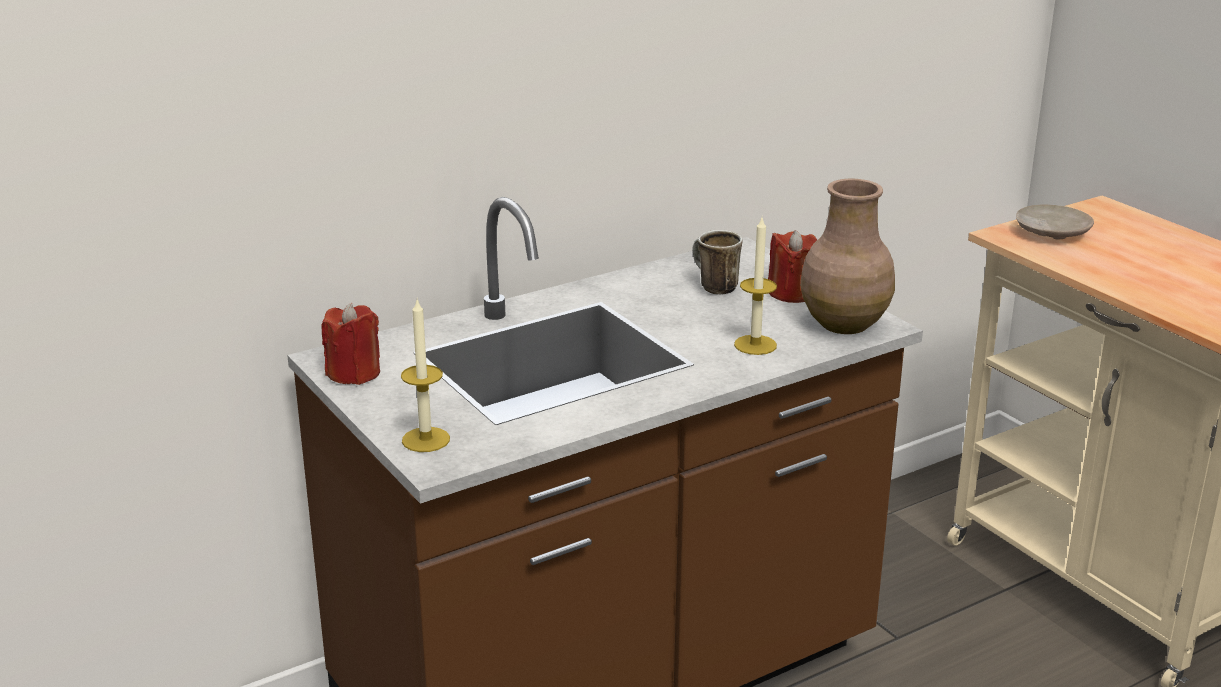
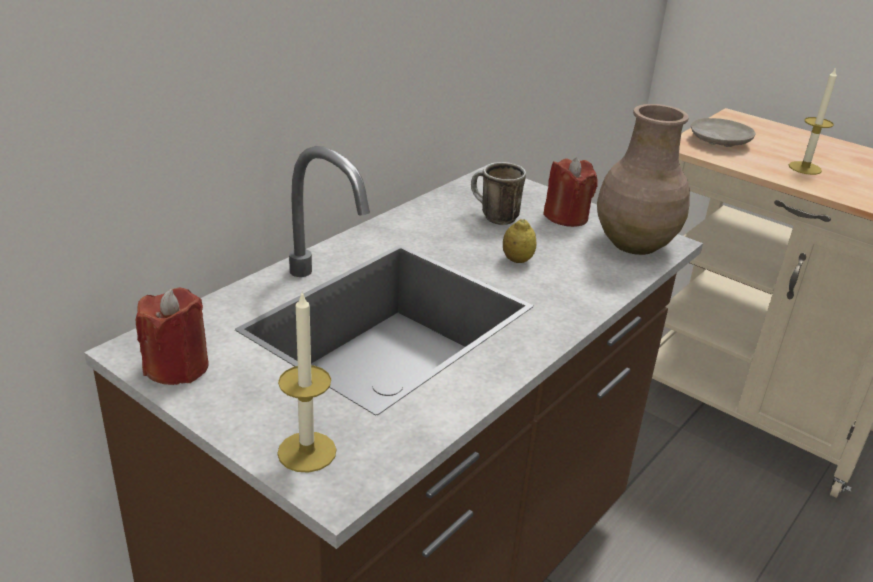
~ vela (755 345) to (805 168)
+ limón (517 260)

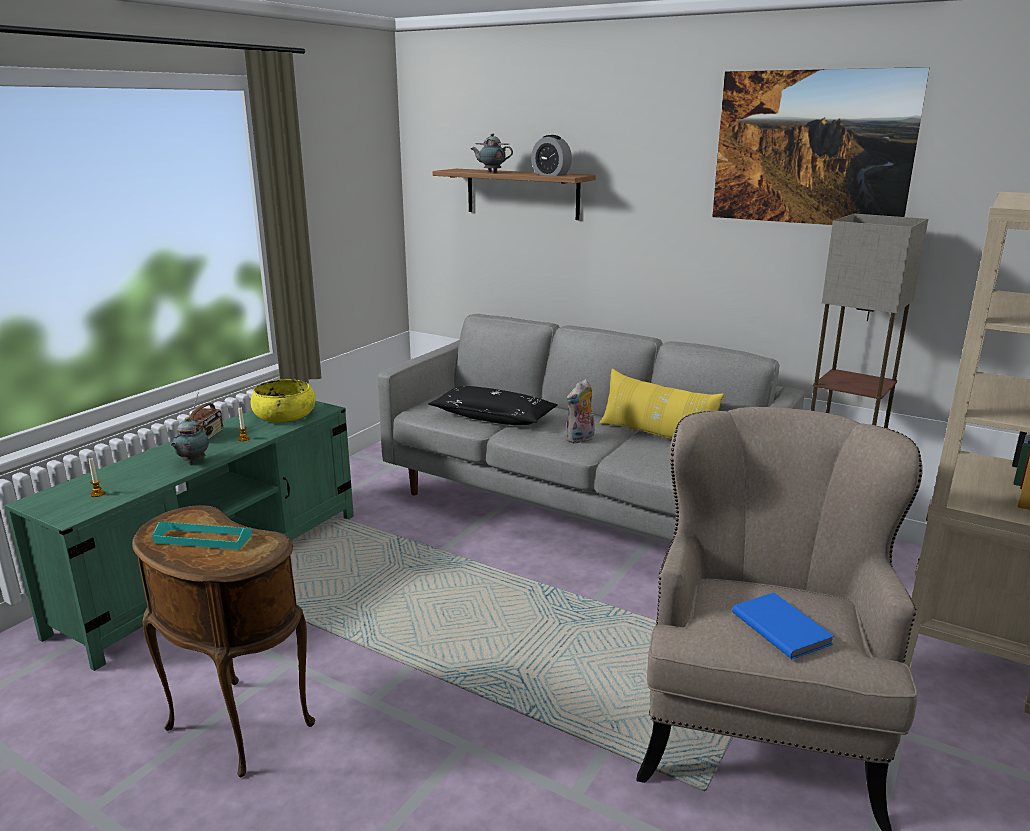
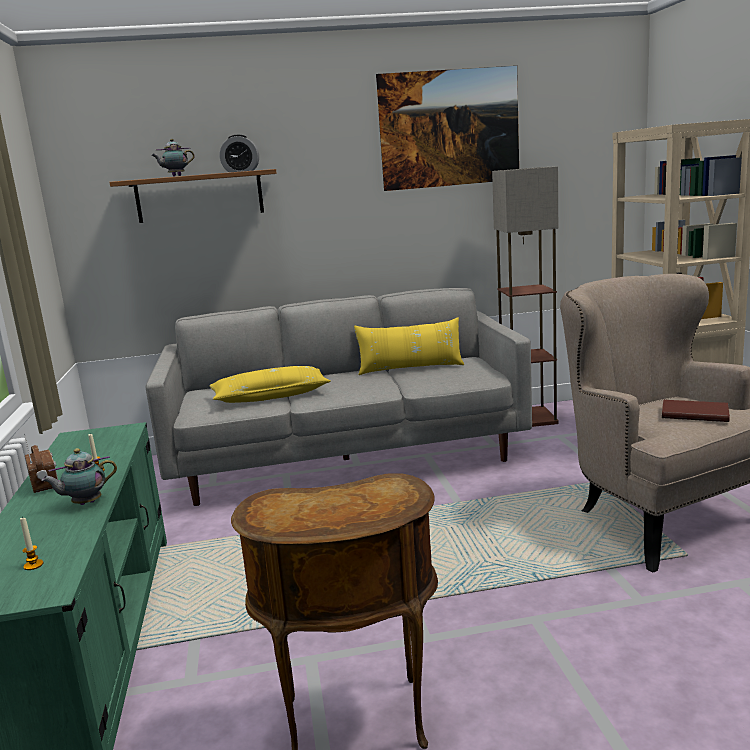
- bandeja [turquesa] (203 539)
~ tetera (192 462) = (85 503) 90 degrees clockwise
- cuenco [amarillo] (284 416)
~ cojín [negro] (493 417) to cojín [amarillo] (270 396)
- peluche (580 439)
~ libro [azul] (782 627) to libro [marrón] (693 413)

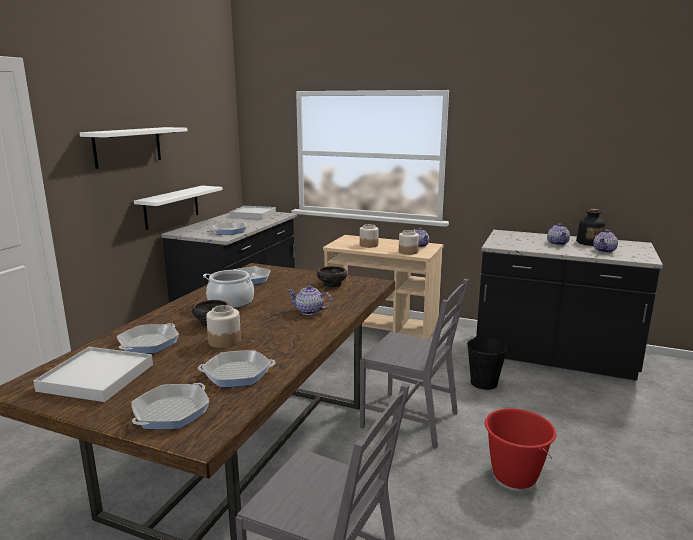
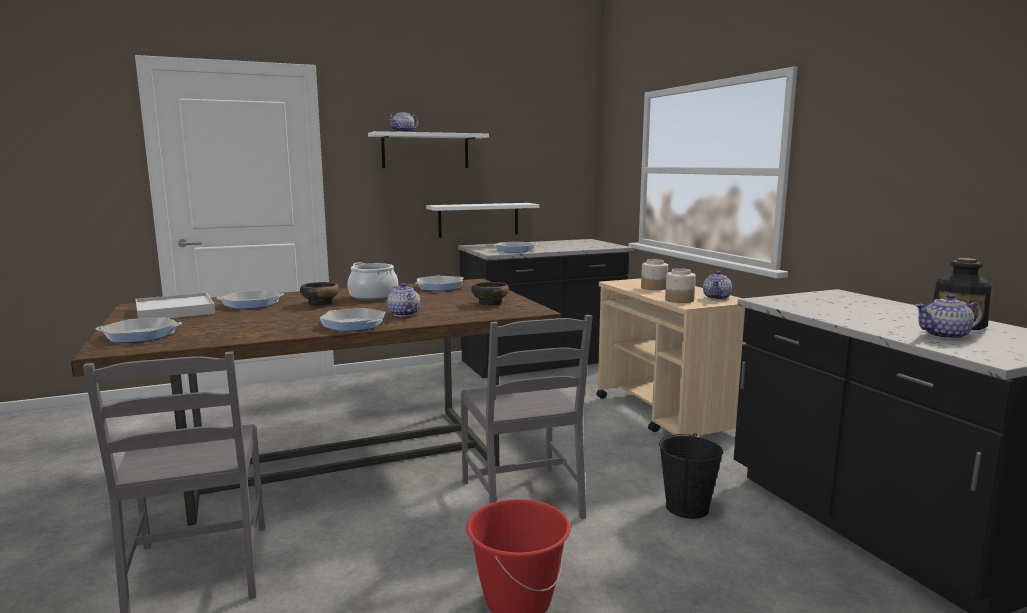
~ sartén (237 374) to (353 325)
- tarro (224 341)
- bandeja [blanco] (253 214)
~ tetera (557 243) to (403 132)

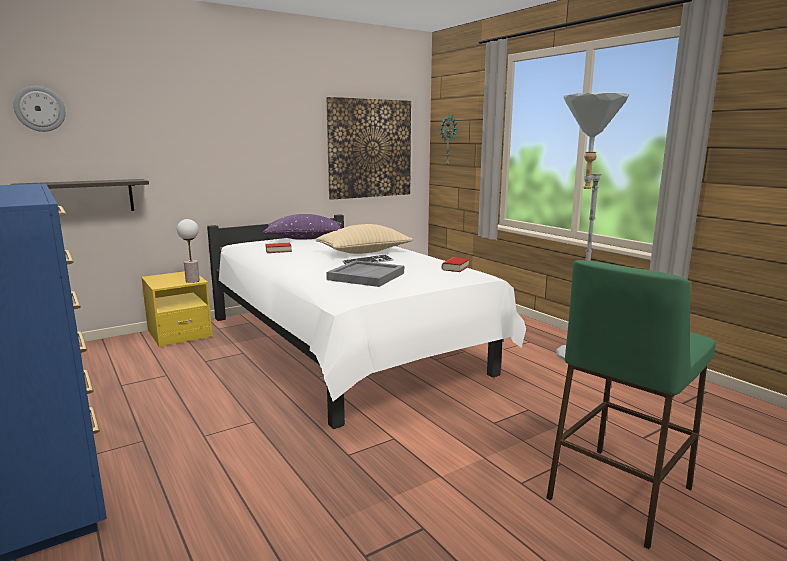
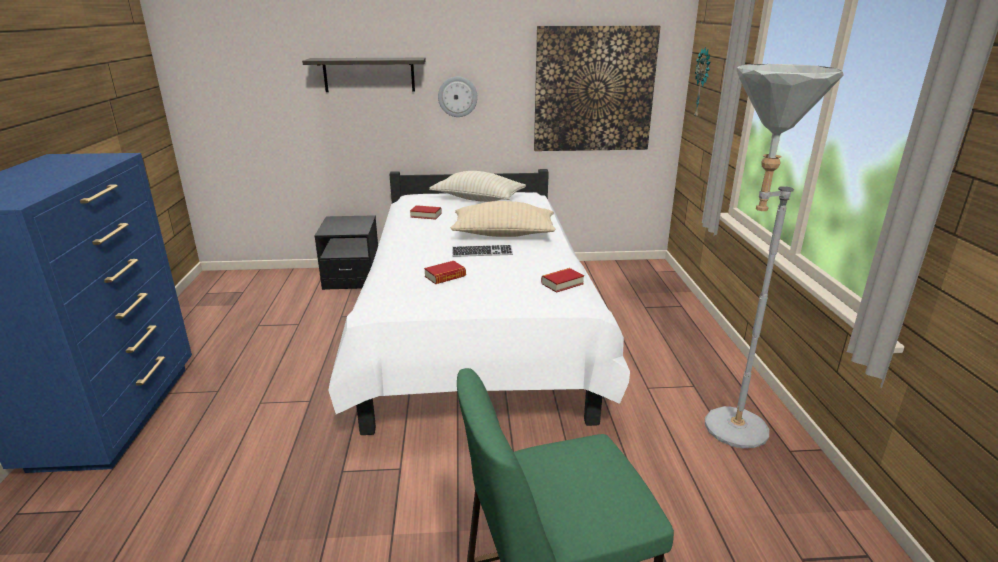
~ estante (83 197) to (369 74)
~ reloj de pared (40 109) to (457 96)
~ mesita de noche [amarillo] (179 334) to mesita de noche [negro] (352 278)
- lámpara de mesa (192 281)
~ cojín [morado] (304 238) to cojín [beis] (478 199)
~ bandeja [gris] (366 276) to libro (445 276)

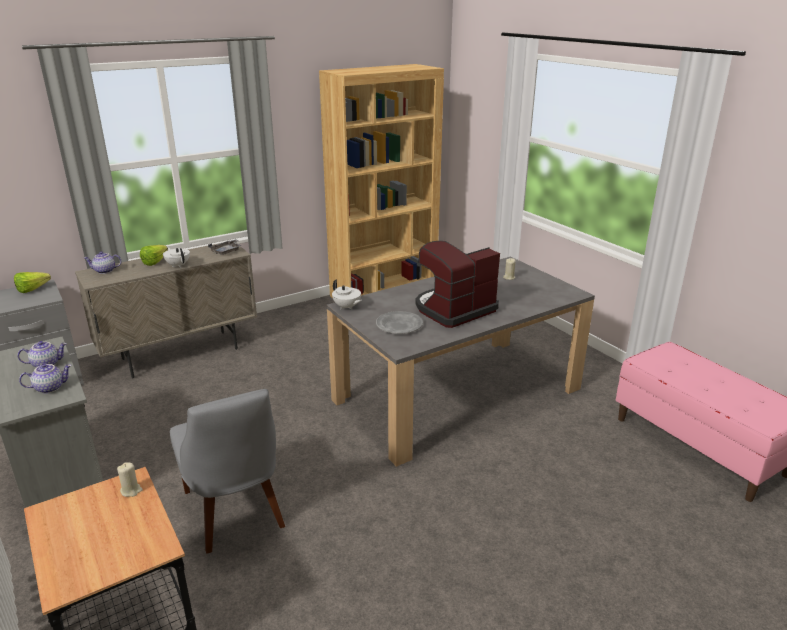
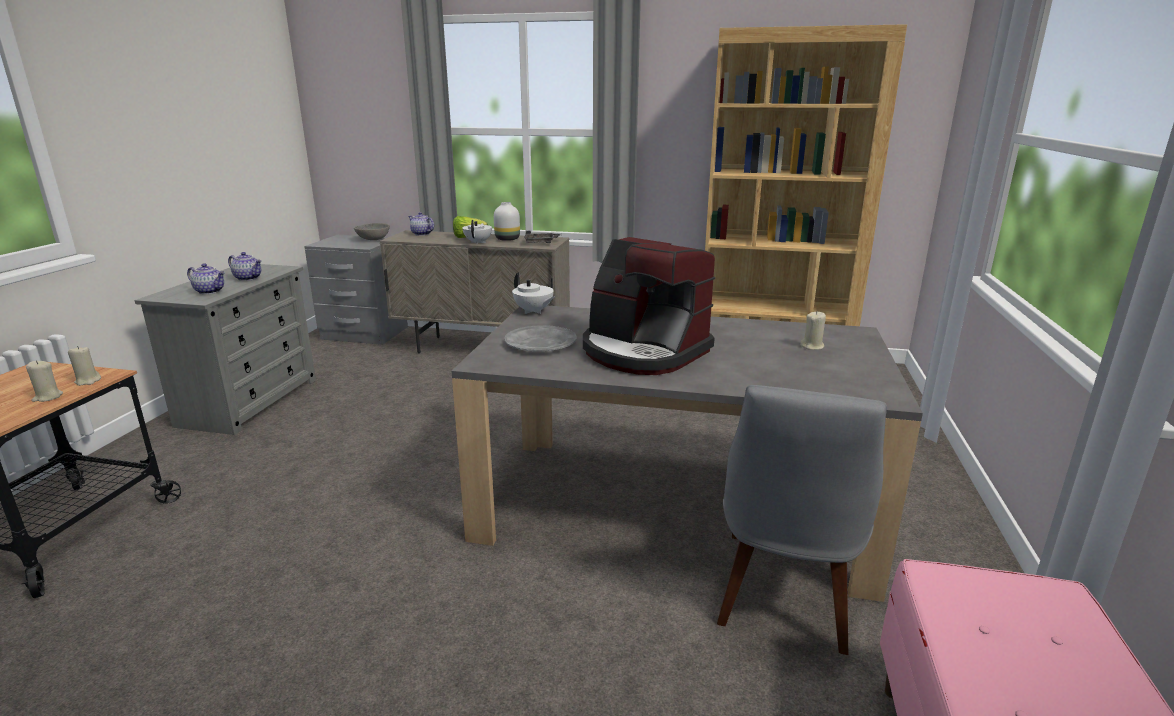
~ lechuga (35 289) to cuenco [gris] (373 239)
~ silla [gris] (235 512) to (783 594)
~ tetera [blanco] (347 307) = (533 311) 45 degrees counterclockwise
~ cafetera (454 309) = (643 352) 150 degrees counterclockwise
+ vela [beis] (47 397)
+ florero [blanco] (507 239)

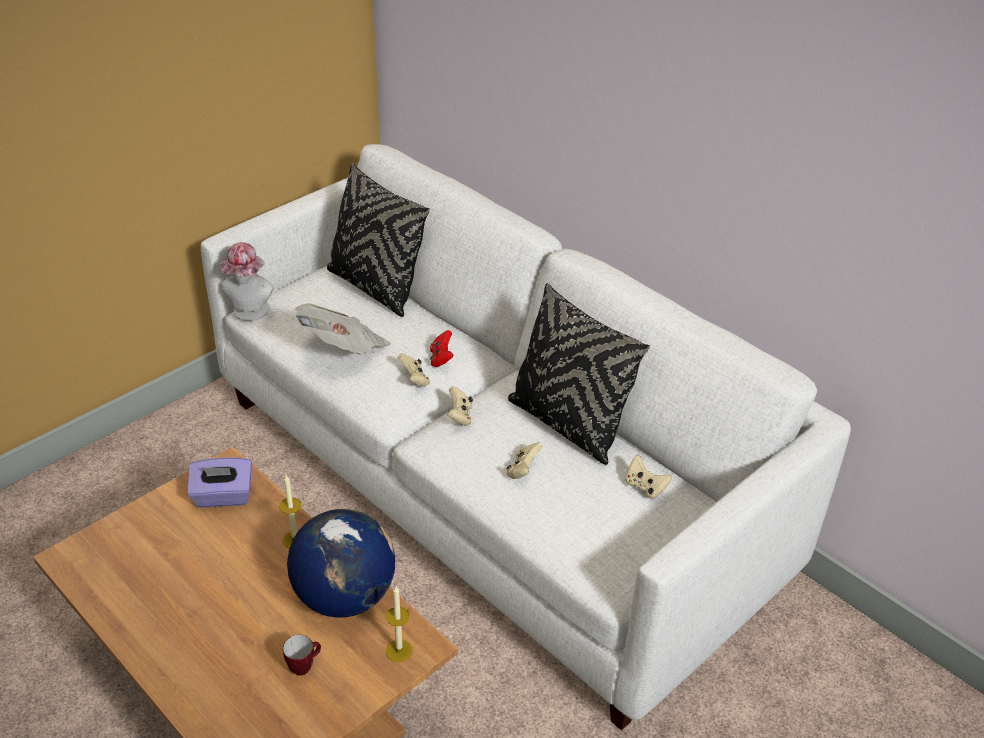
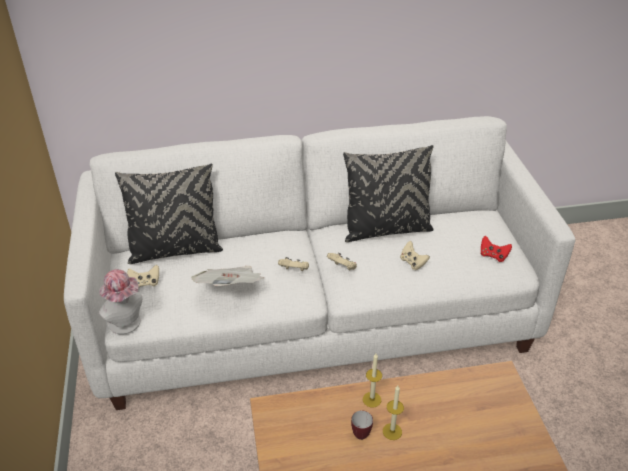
- caja de pañuelos [morado] (223 497)
~ taza grande (304 666) to (360 432)
- globo terráqueo (345 596)
~ vela (399 650) to (392 431)
~ mando de consola [rojo] (441 358) to (493 256)
~ mando de consola [beis] (645 487) to (145 283)

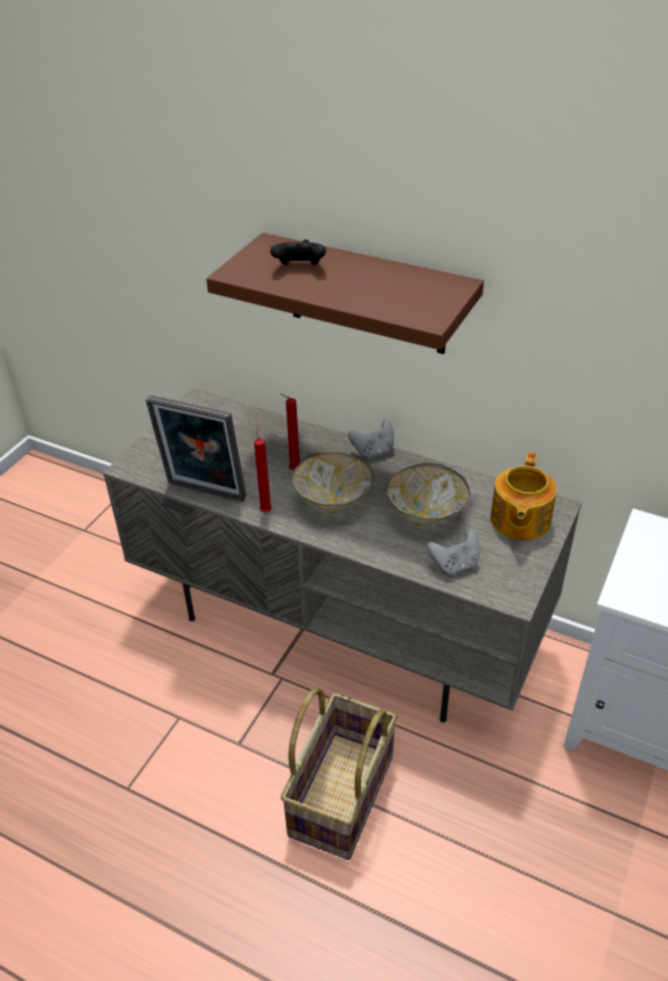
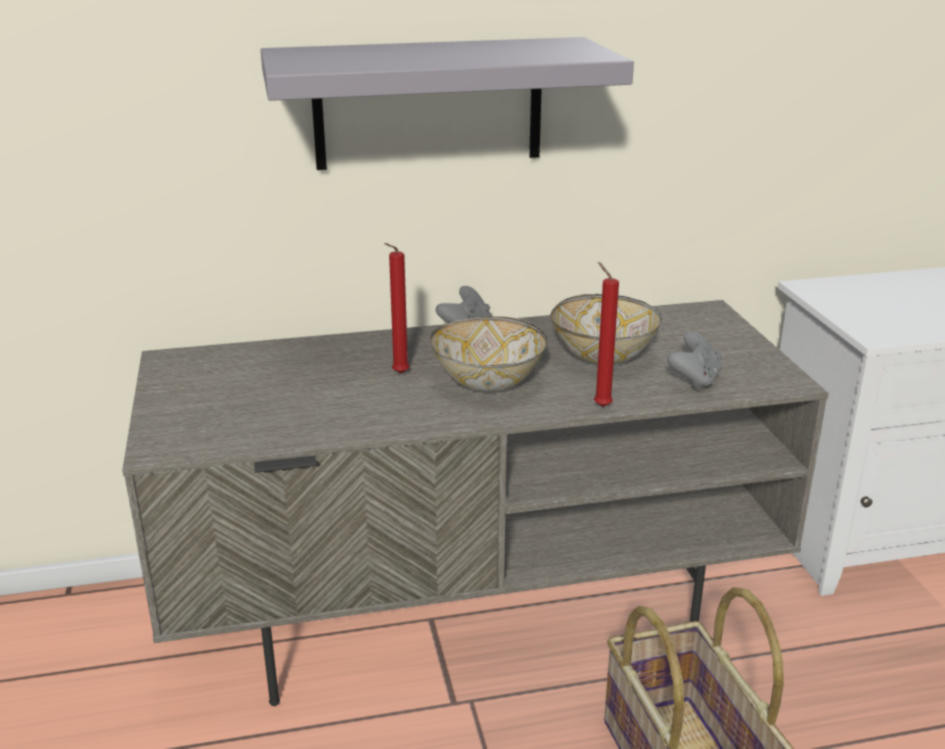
- portarretratos (204 493)
~ estante [marrón] (367 295) to estante [gris] (428 103)
~ vela [rojo] (266 510) to (600 405)
- mando de consola [negro] (299 268)
- tetera (519 520)

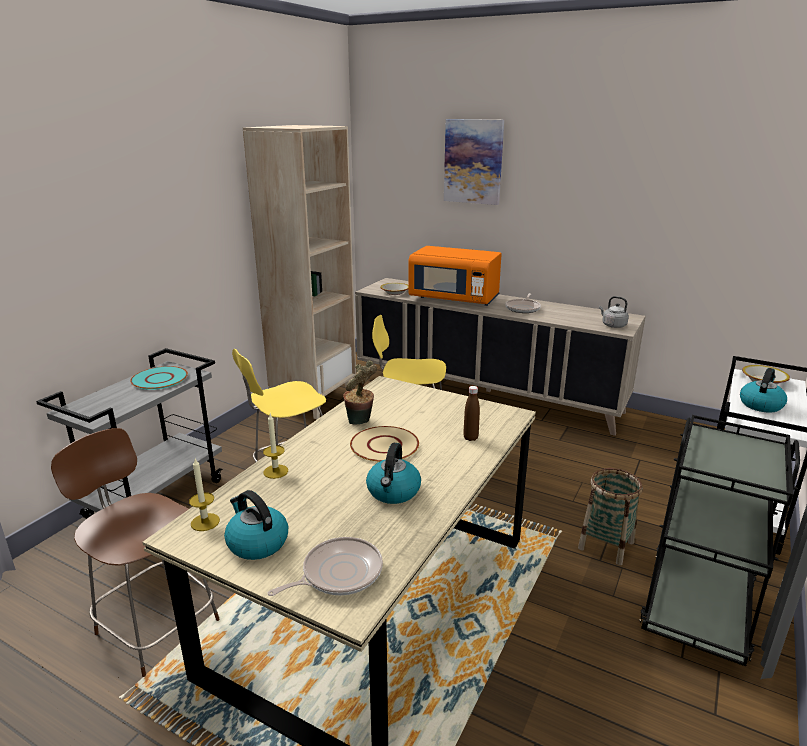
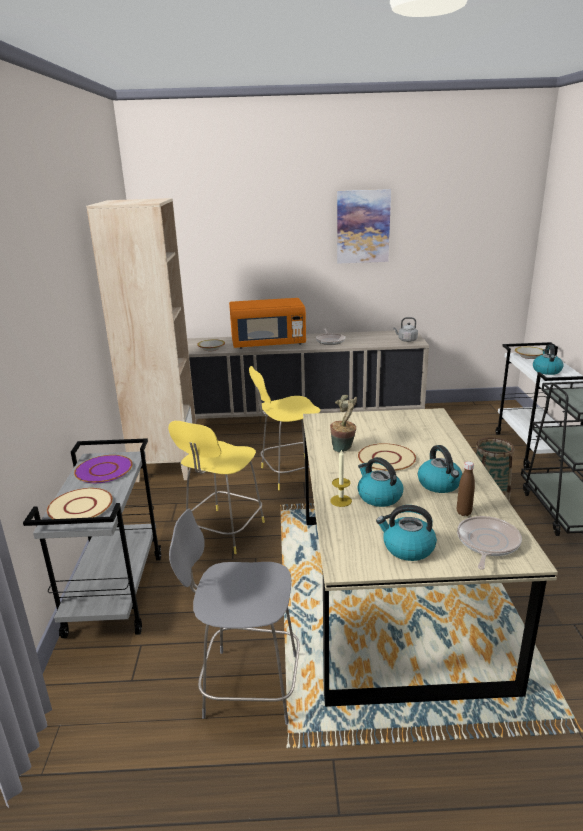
~ taburete [marrón] (155 624) to taburete [gris] (247 685)
~ plato [turquesa] (159 379) to plato [morado] (103 470)
- vela (205 522)
~ cuadro (473 161) to (363 226)
~ botella [marrón] (470 438) to (463 512)
+ plato [beis] (80 507)
+ hervidor (378 497)

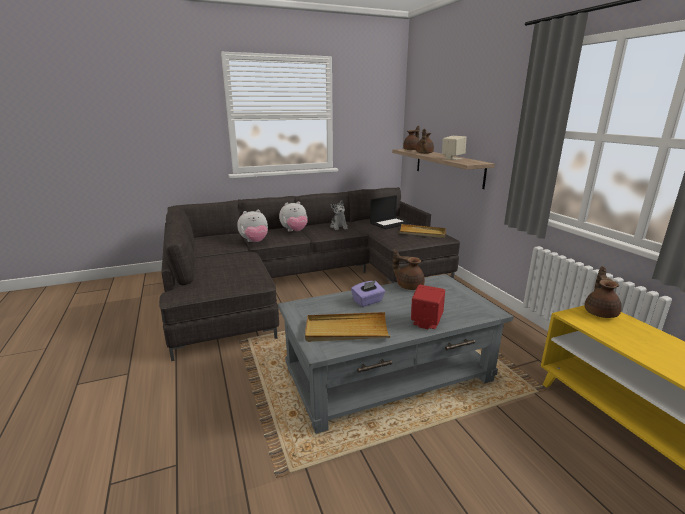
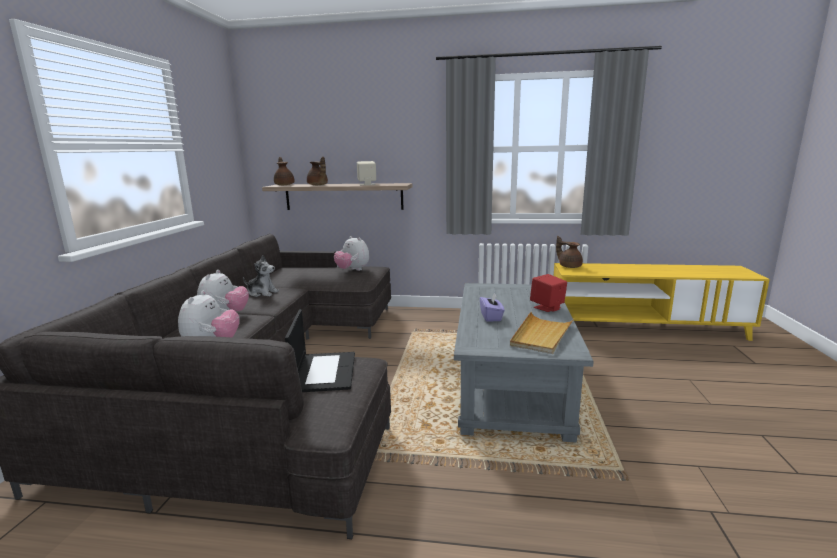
~ portátil (390 223) to (324 371)
- tetera [marrón] (409 286)
~ bandeja [beis] (422 233) to peluche (352 270)

